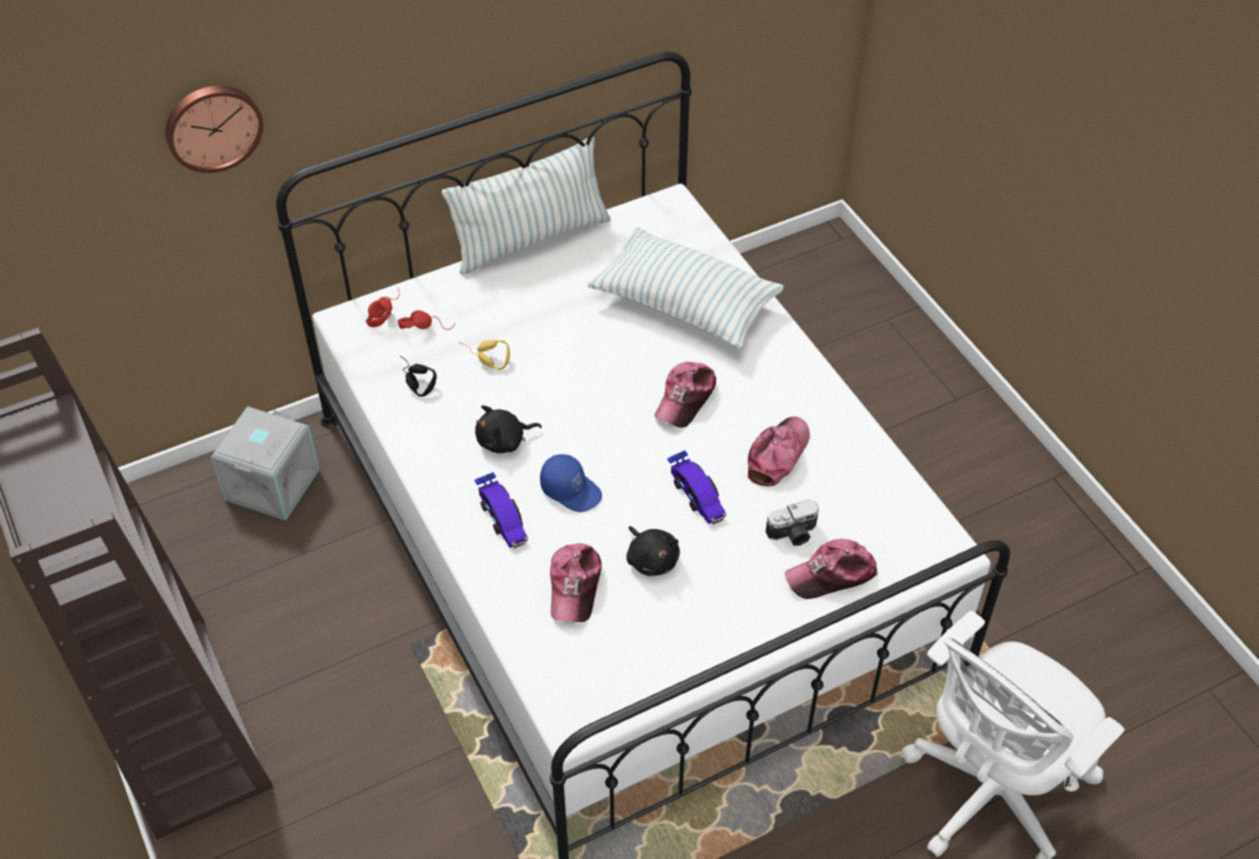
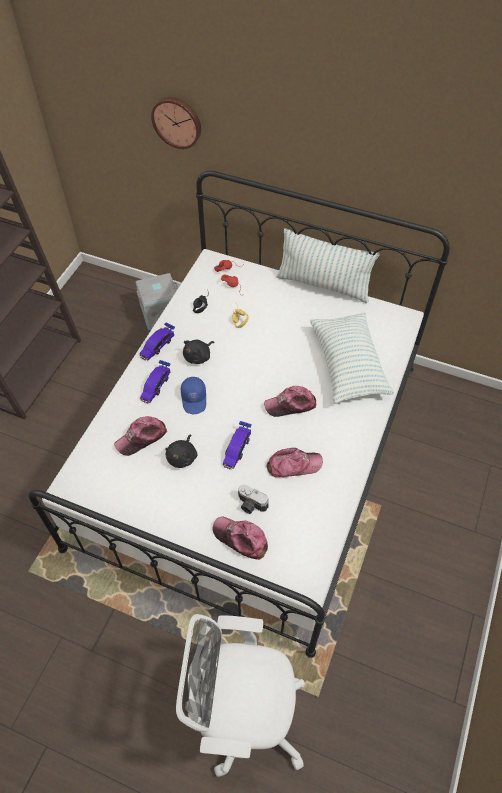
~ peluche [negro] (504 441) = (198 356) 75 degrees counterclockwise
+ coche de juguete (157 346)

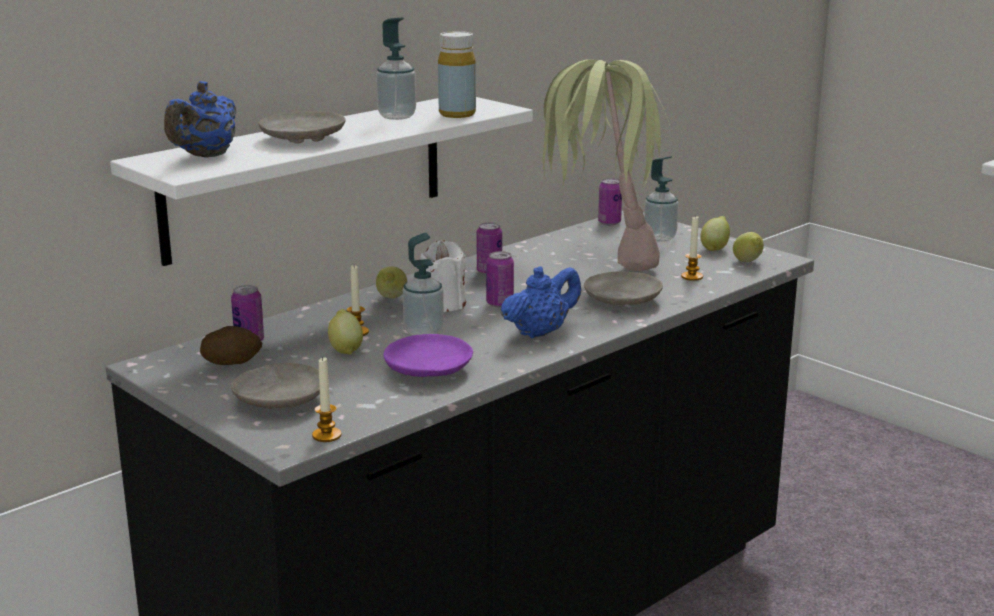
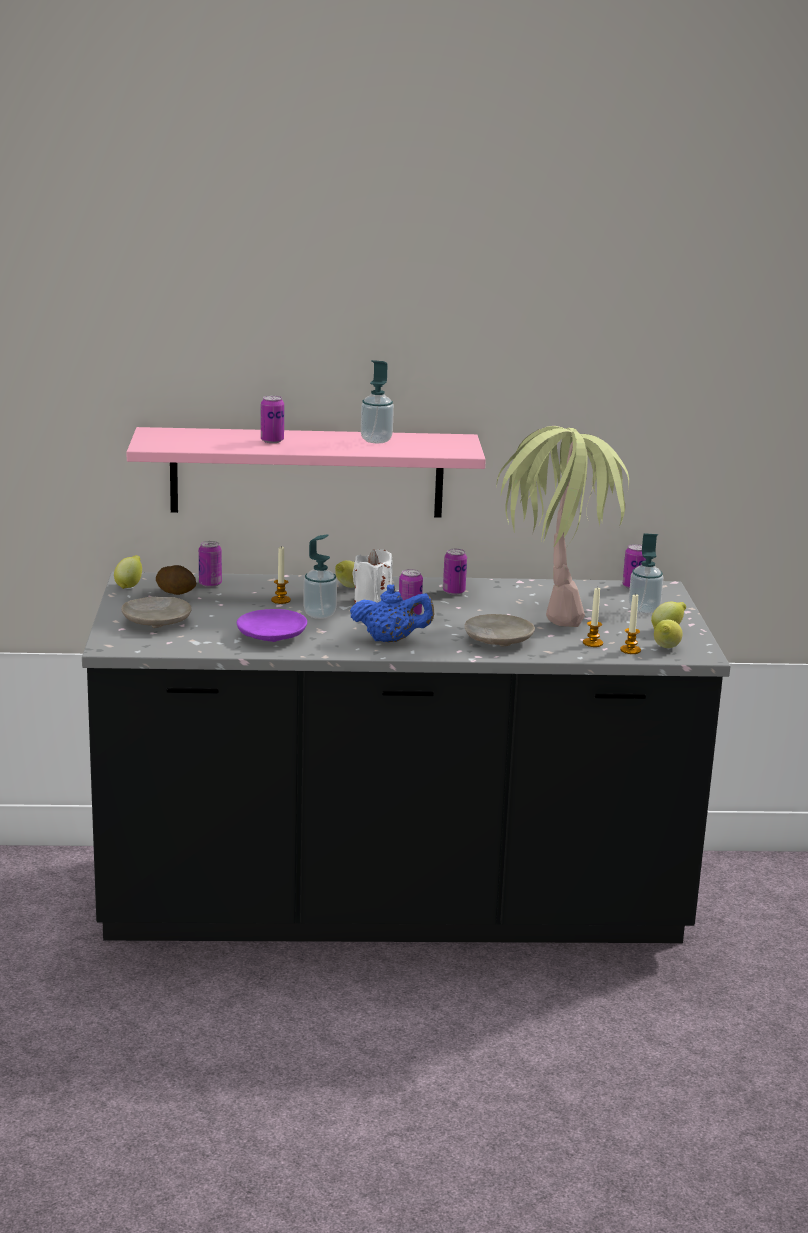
~ estante [blanco] (307 176) to estante [rosa] (307 472)
- tetera [azul] (205 156)
~ plato [beis] (302 139) to lata (272 441)
~ vela (326 435) to (630 650)
~ limón (345 350) to (129 585)
- botella [amarillo] (457 114)

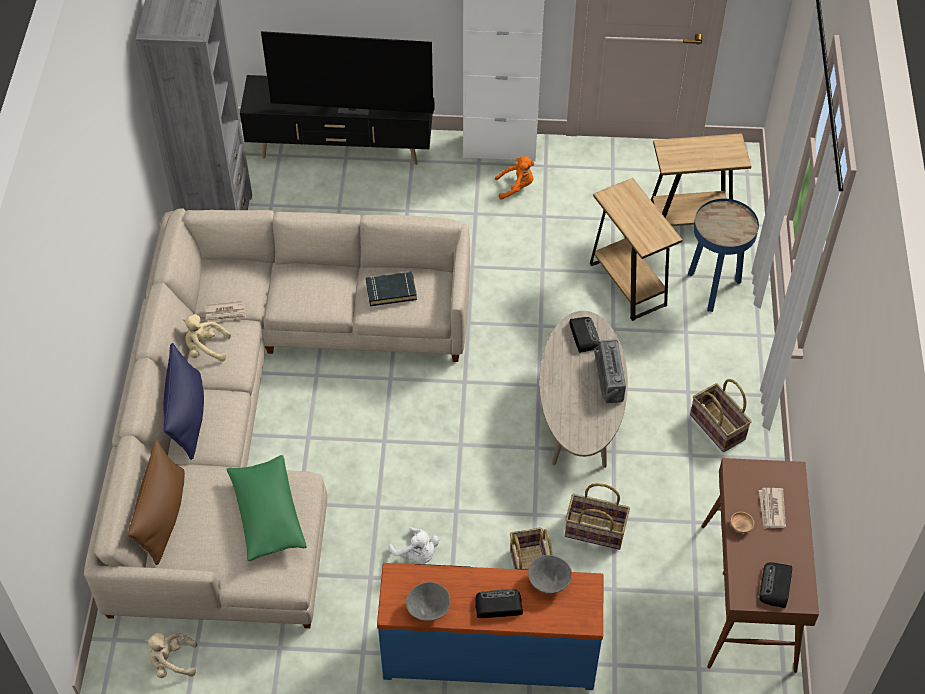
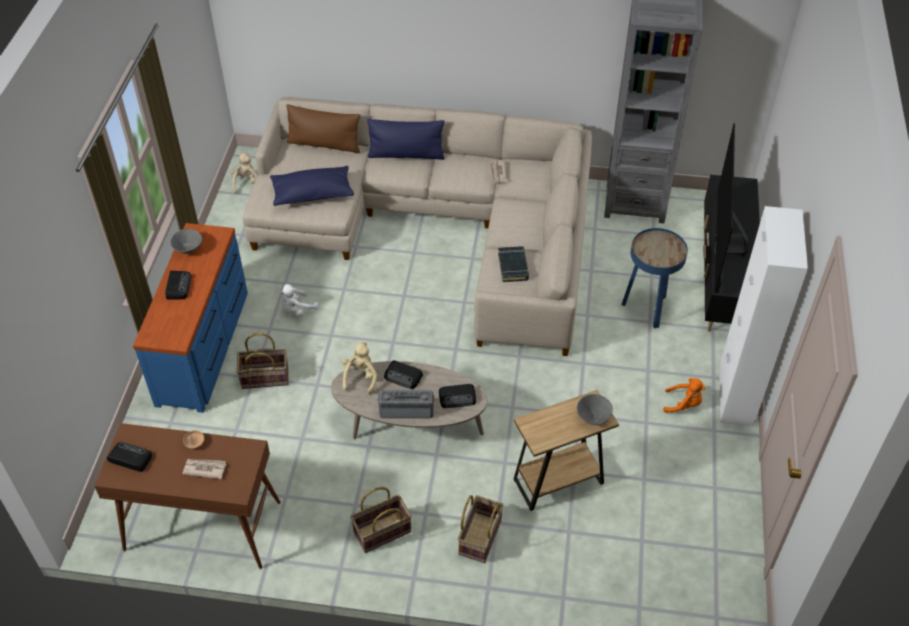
~ peluche [beis] (205 348) to (360 377)
~ cojín [verde] (267 515) to cojín [azul] (312 194)
~ peluche [naranja] (516 187) = (683 404) 75 degrees counterclockwise
~ cuenco [gris] (549 582) to (593 418)
~ cesta (594 531) to (479 537)
- mesa auxiliar [marrón] (689 222)
~ mesa auxiliar [azul] (713 288) to (647 309)
+ radio (403 377)

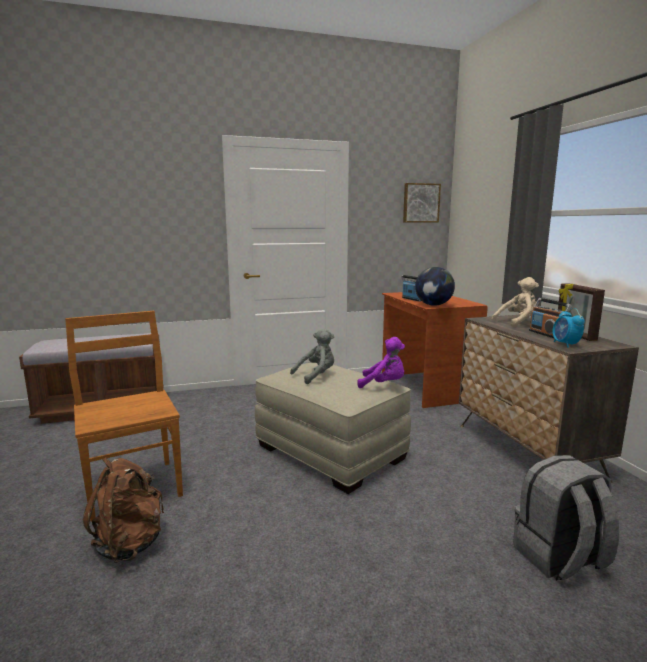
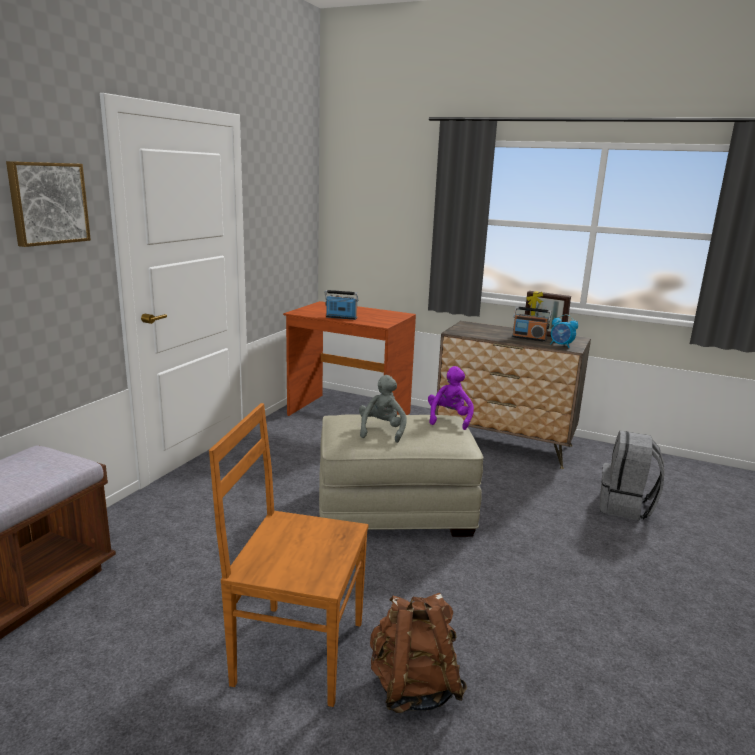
~ peluche [morado] (384 384) = (449 419) 45 degrees counterclockwise
~ cuadro (420 203) to (48 203)
- globo terráqueo (433 305)
- peluche [beis] (517 323)

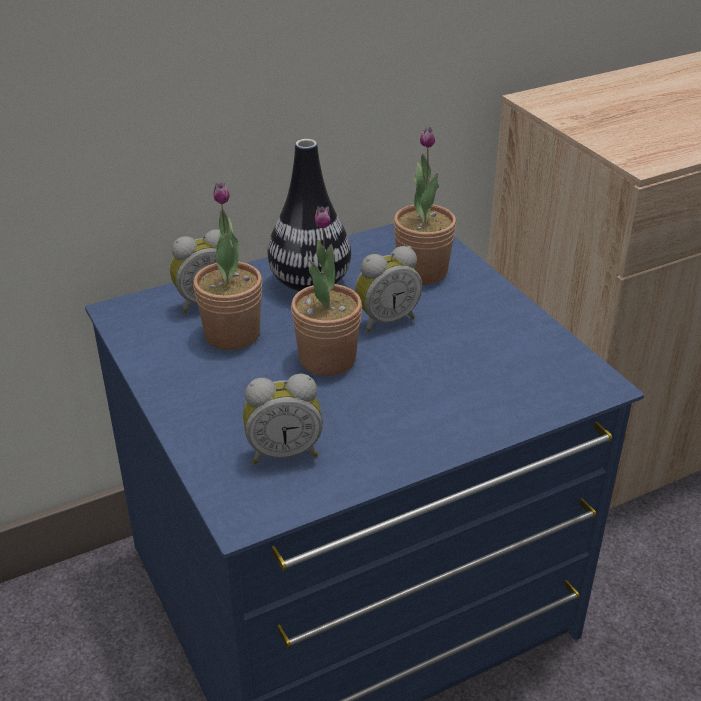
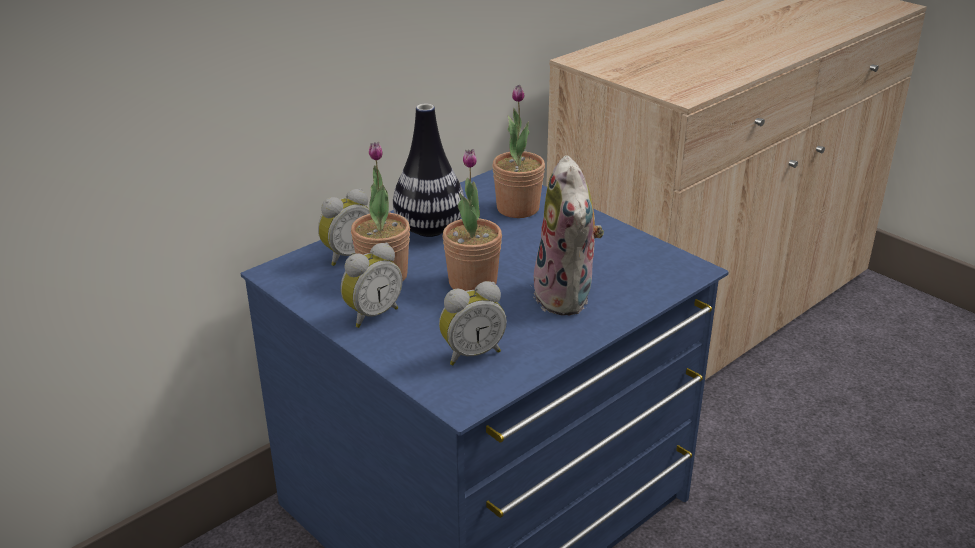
~ despertador (385 320) to (371 314)
+ peluche (567 297)

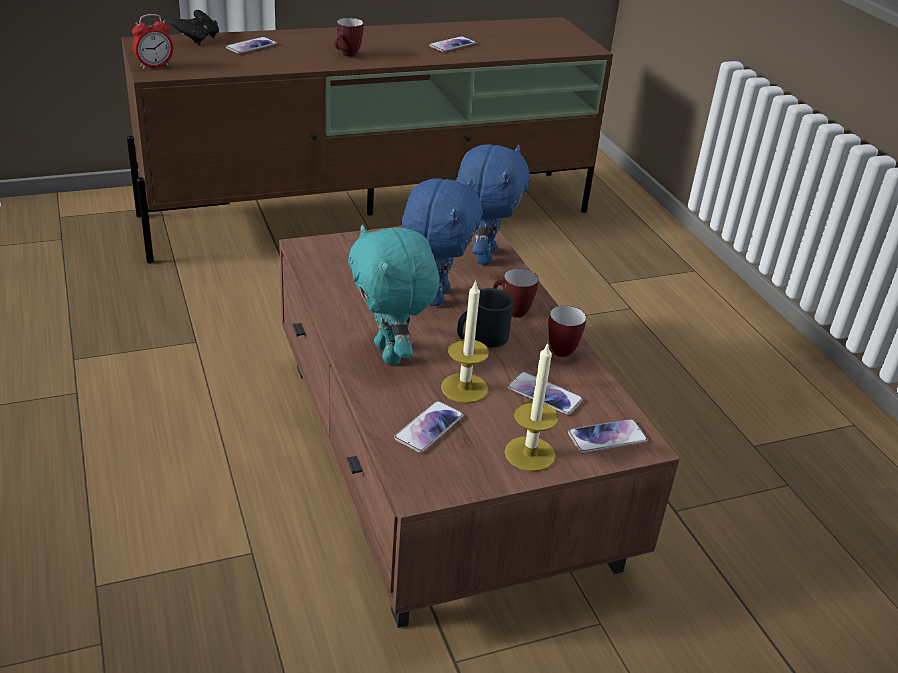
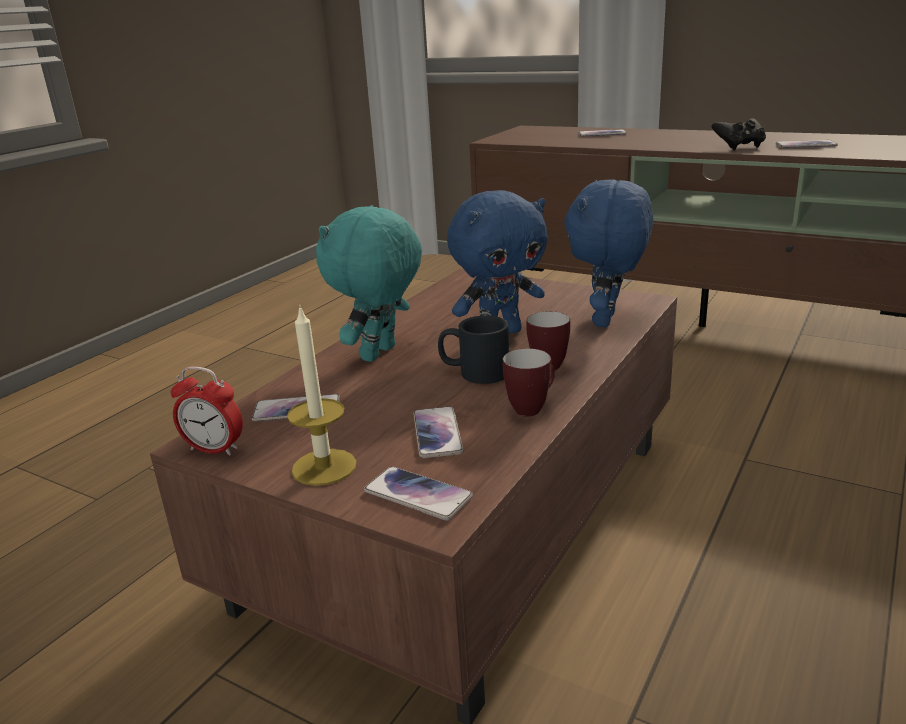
~ despertador (154 66) to (214 449)
~ mando de consola [negro] (197 39) to (739 147)
- taza grande (347 55)
- vela (464 388)
~ peluche [azul] (483 256) = (607 320) 135 degrees clockwise

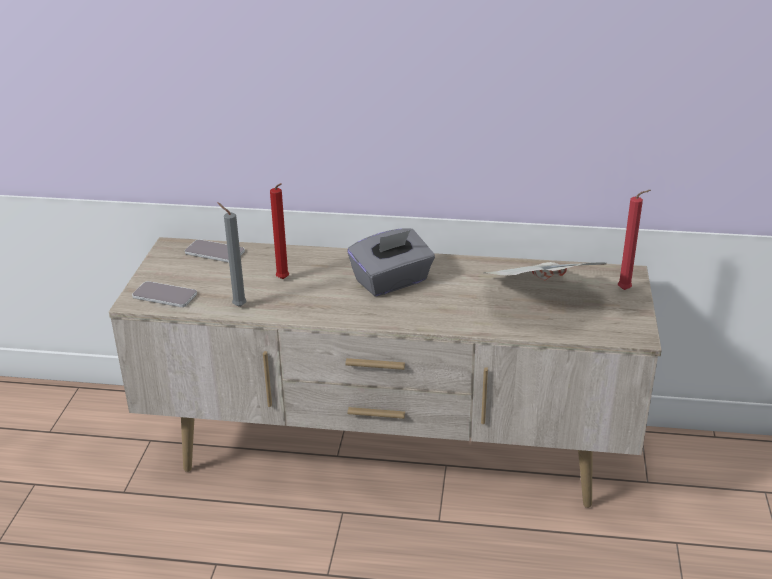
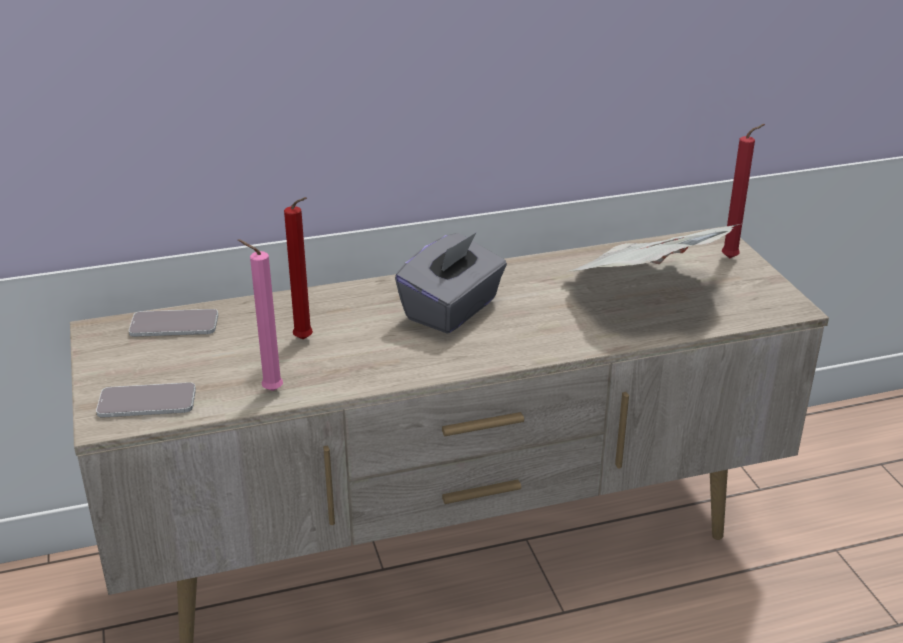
~ vela [gris] (237 306) to vela [rosa] (269 390)

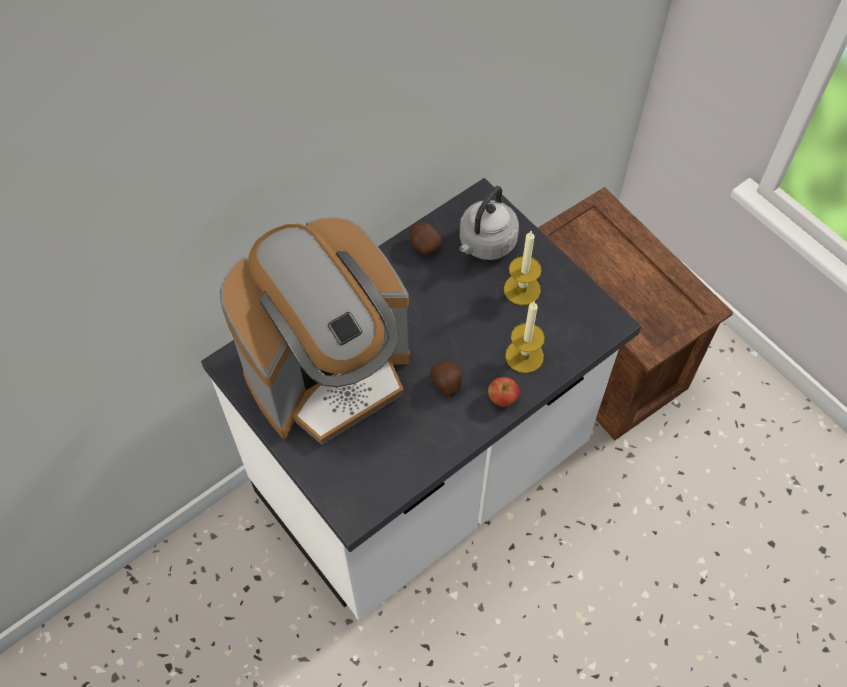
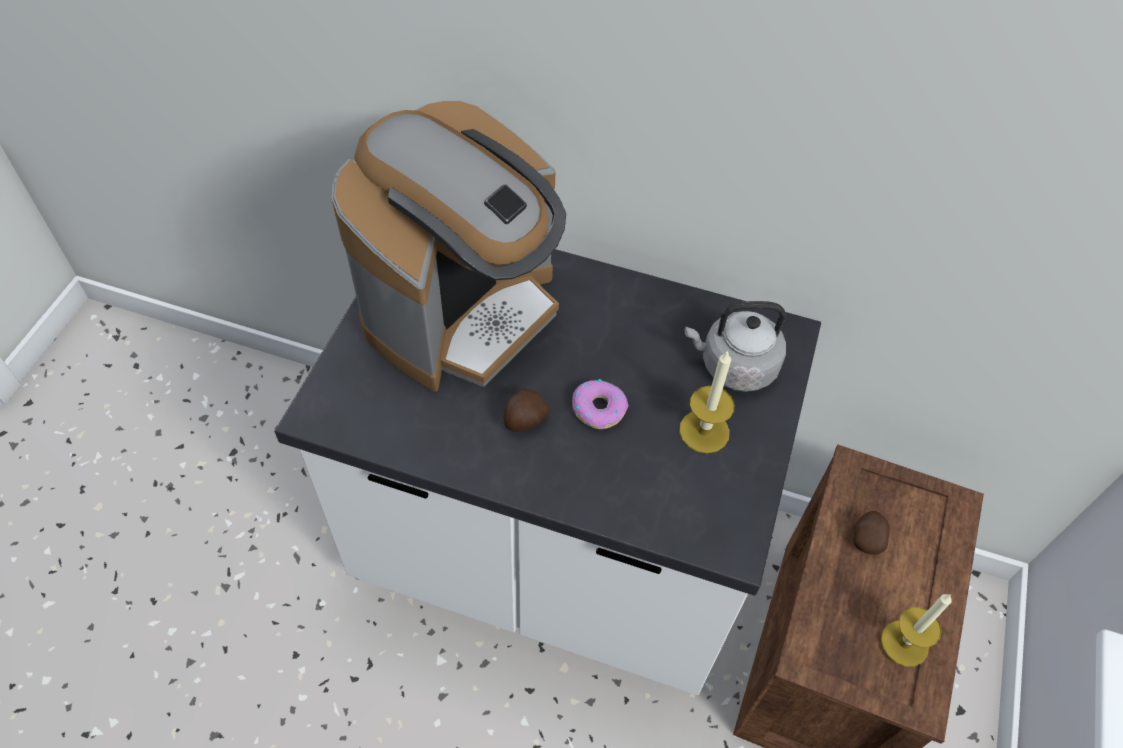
~ cafetera (329 374) = (463 312) 75 degrees counterclockwise
~ patata (424 245) to (867 538)
- manzana (502 398)
~ vela (524 356) to (904 643)
+ rosquilla (598 408)

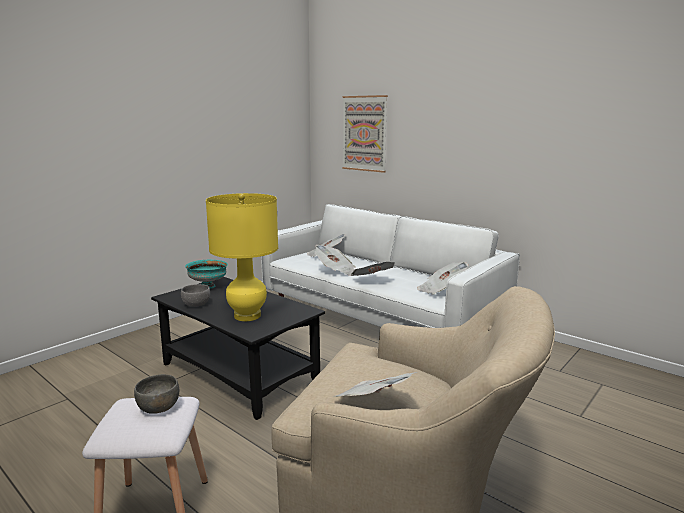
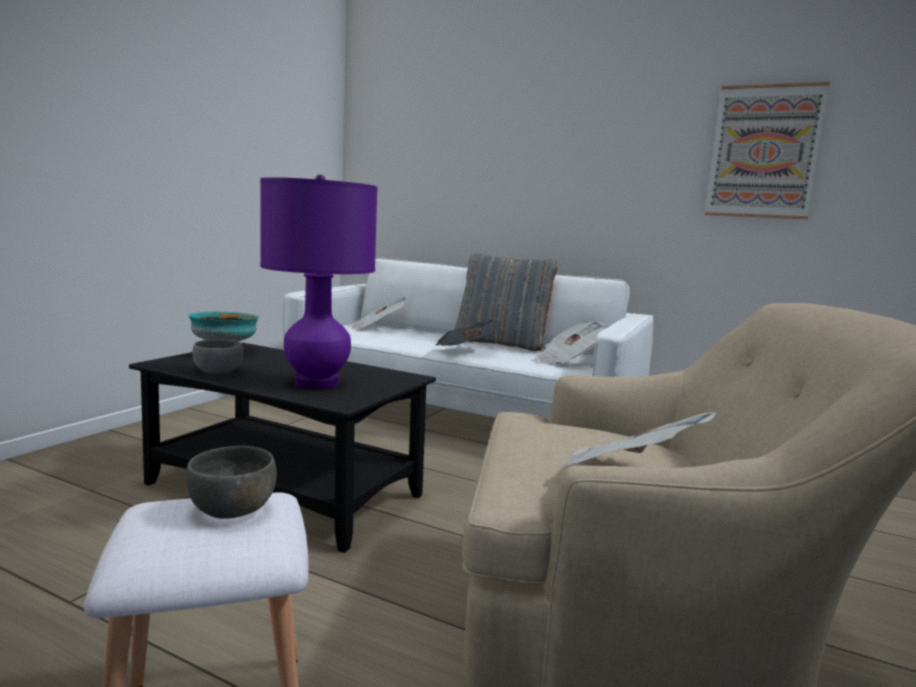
~ lámpara de mesa [amarillo] (247 316) to lámpara de mesa [morado] (316 383)
- periódico (335 271)
~ cuadro (364 133) to (764 152)
+ cojín [gris] (501 344)

